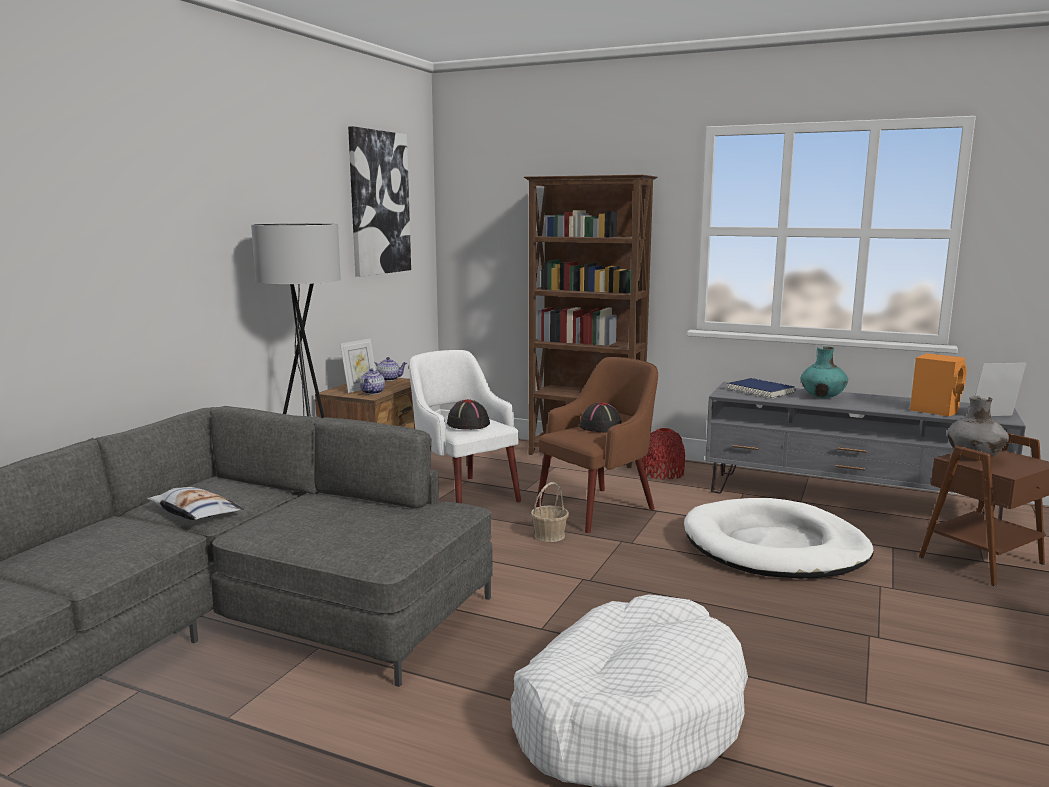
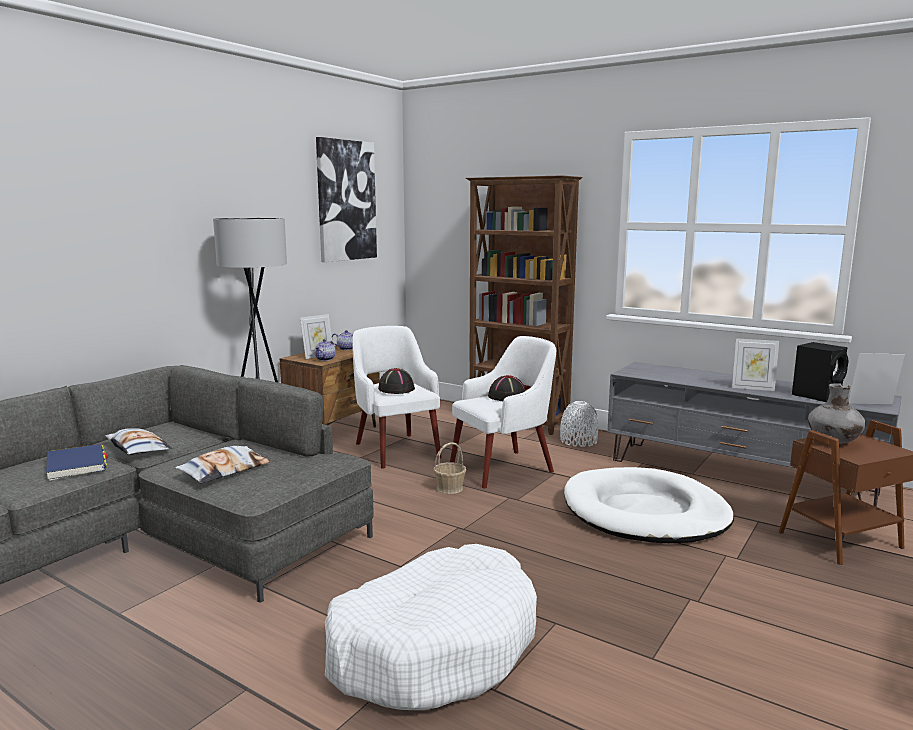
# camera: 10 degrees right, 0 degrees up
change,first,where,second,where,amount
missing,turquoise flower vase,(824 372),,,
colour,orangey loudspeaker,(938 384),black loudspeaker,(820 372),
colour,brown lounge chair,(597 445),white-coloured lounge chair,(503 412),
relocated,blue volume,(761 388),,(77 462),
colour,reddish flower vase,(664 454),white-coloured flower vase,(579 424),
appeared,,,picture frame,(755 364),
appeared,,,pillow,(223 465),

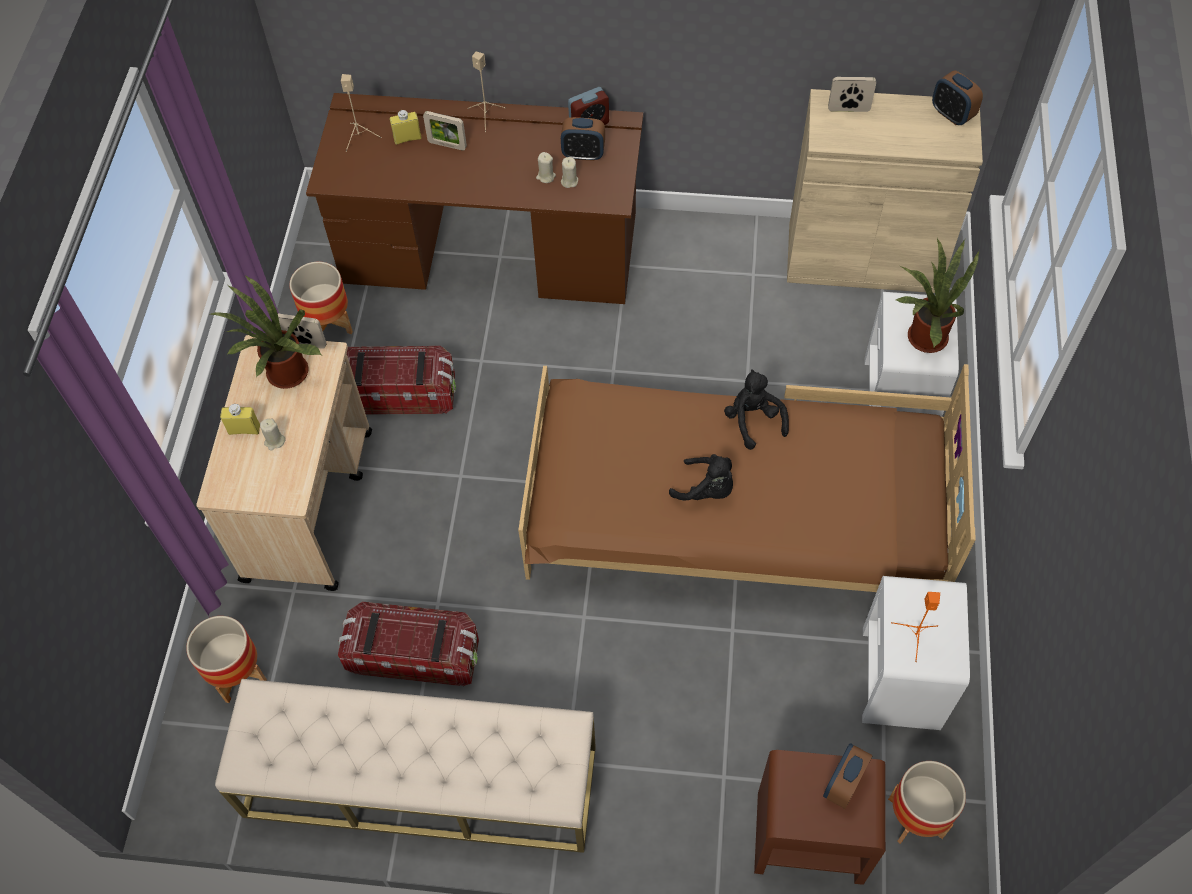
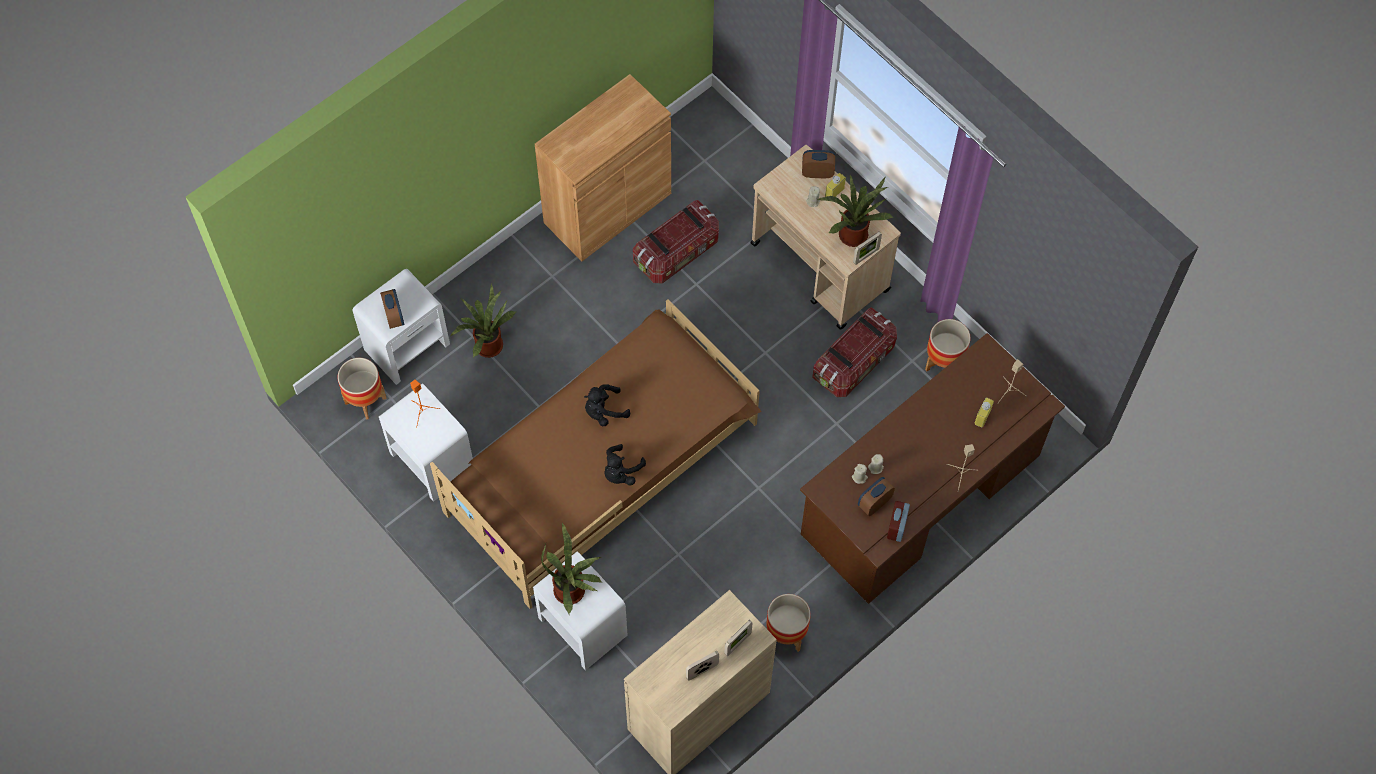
# camera: 130 degrees right, 5 degrees up
change,first,where,second,where,amount
relocated,alarm clock,(957 98),,(818 164),
relocated,picture frame,(445 130),,(702 666),
spun,black plush toy,(756 409),,(625 464),105 degrees clockwise
relocated,flower pot,(226 659),,(788 623),
exchanged,beige indoor bench,(405 766),brown cupboard,(603 167),
colour,brown bedside table,(820 817),white-coloured bedside table,(401 327),
appeared,,,plant in a pot,(483 321),

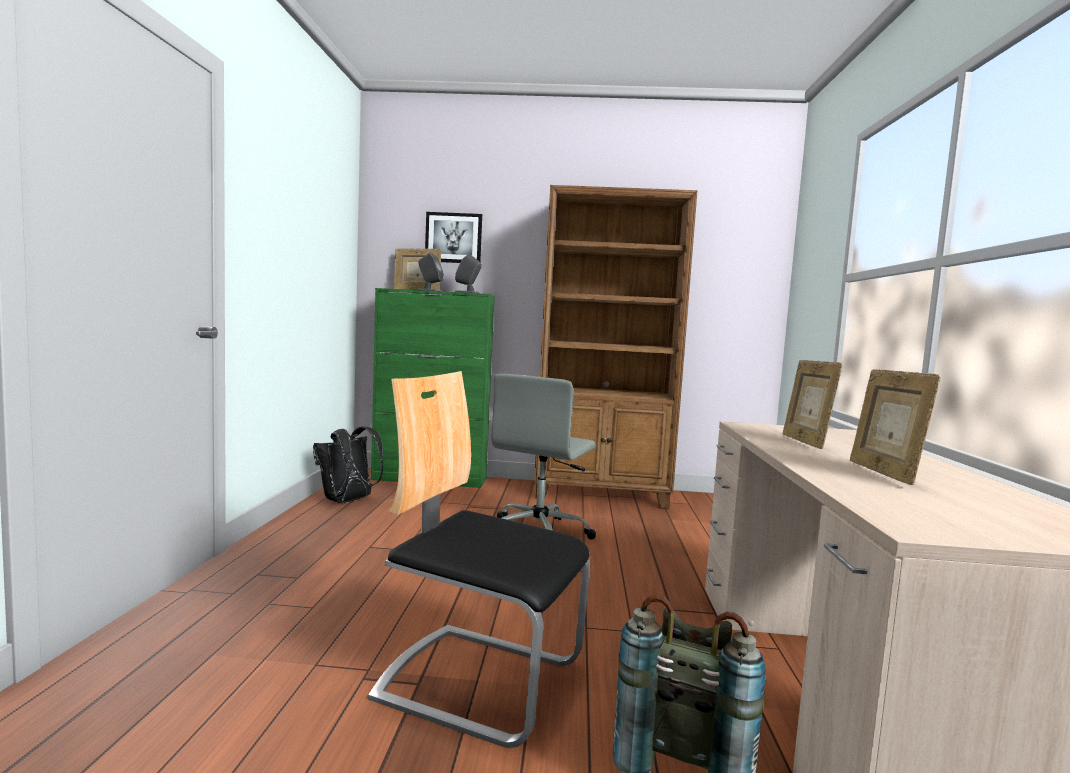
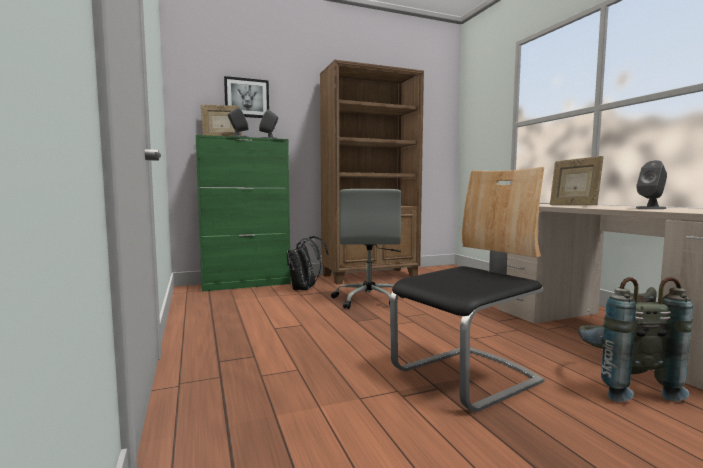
# camera: 25 degrees left, 0 degrees up
change,first,where,second,where,amount
exchanged,picture frame,(895 427),gray loudspeaker,(651 184),
spun,upright chair,(479 559),,(467 289),150 degrees clockwise
relocated,black knapsack,(348 465),,(308 263),

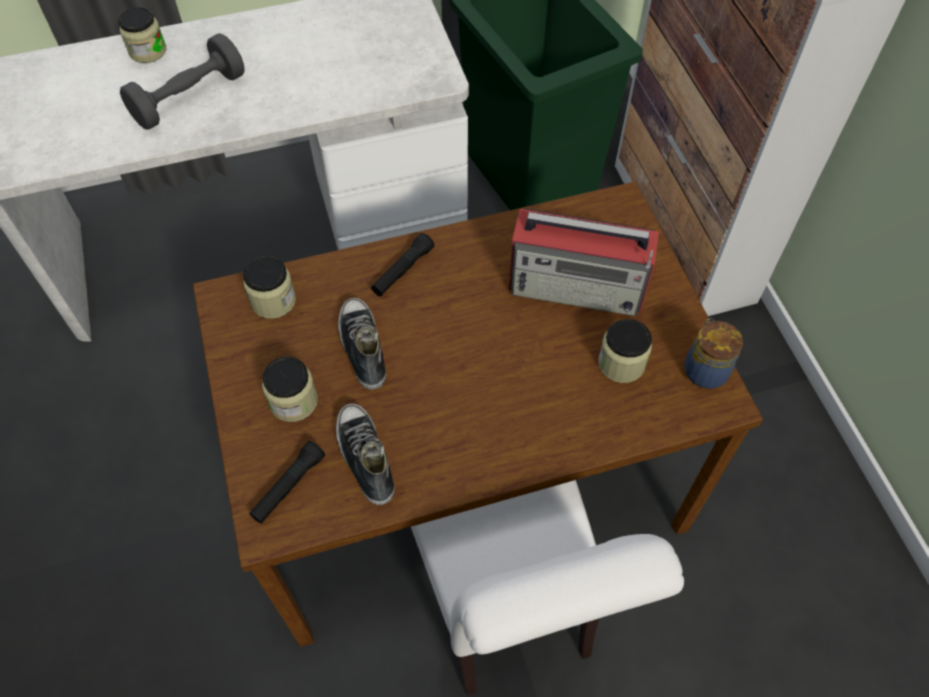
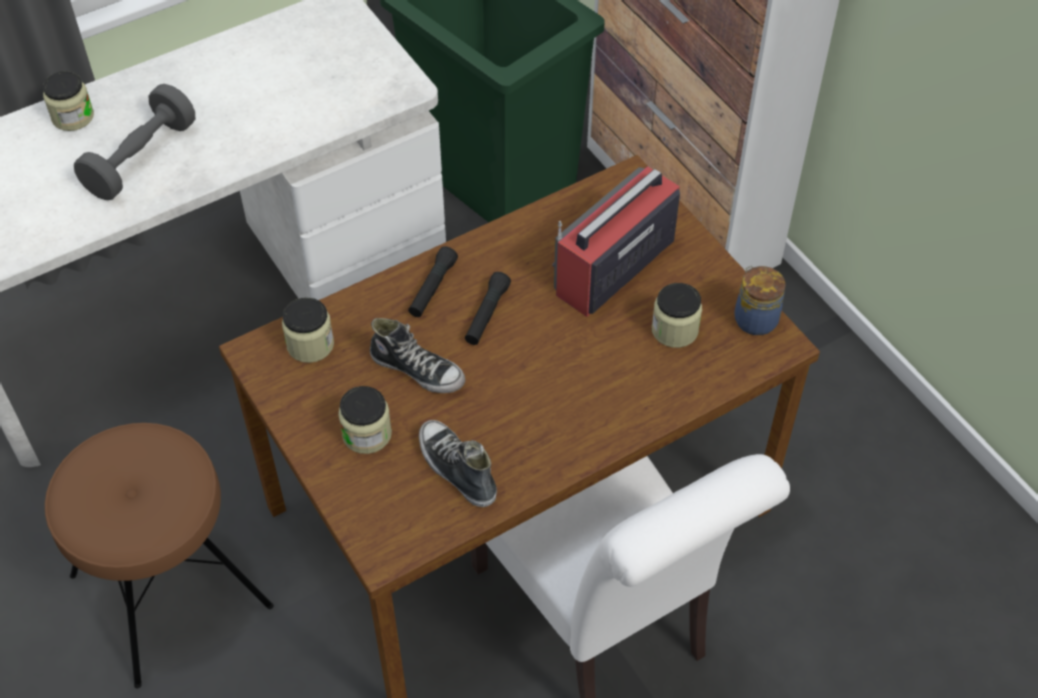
# camera: 15 degrees left, 5 degrees down
change,first,where,second,where,amount
spun,radio,(584 262),,(616 241),135 degrees clockwise
spun,low shoe,(362 344),,(417 355),150 degrees clockwise
relocated,black torch,(287 482),,(488 308),
appeared,,,brown stool seat,(159 556),

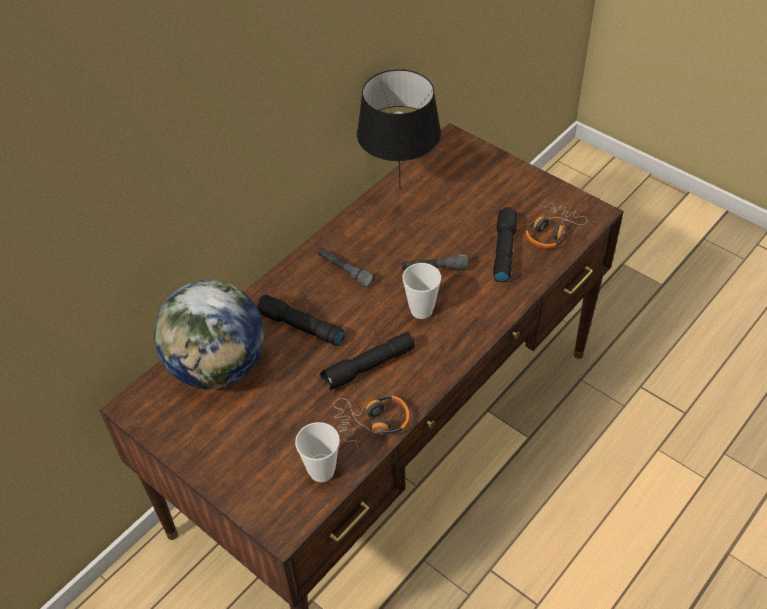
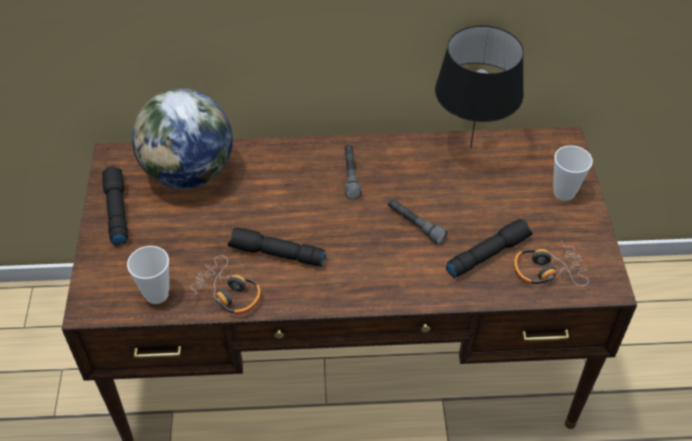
# camera: 45 degrees right, 0 degrees up
change,first,where,second,where,amount
relocated,drinking cup,(421 291),,(573 173),
relocated,black torch,(301 320),,(115 205),

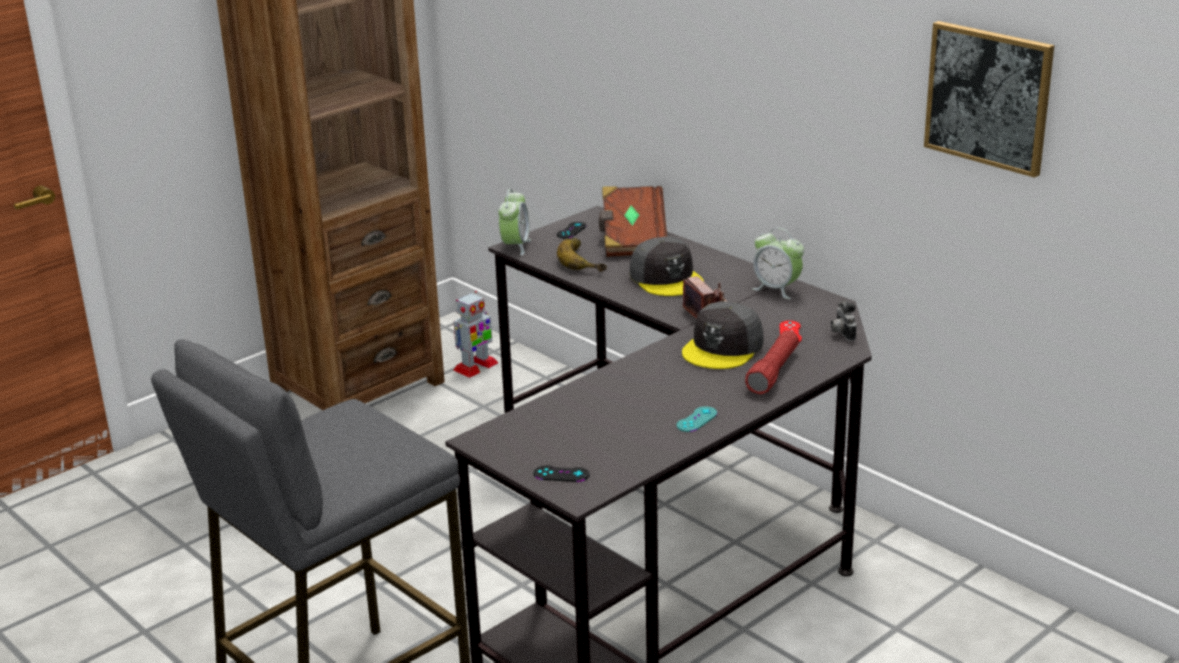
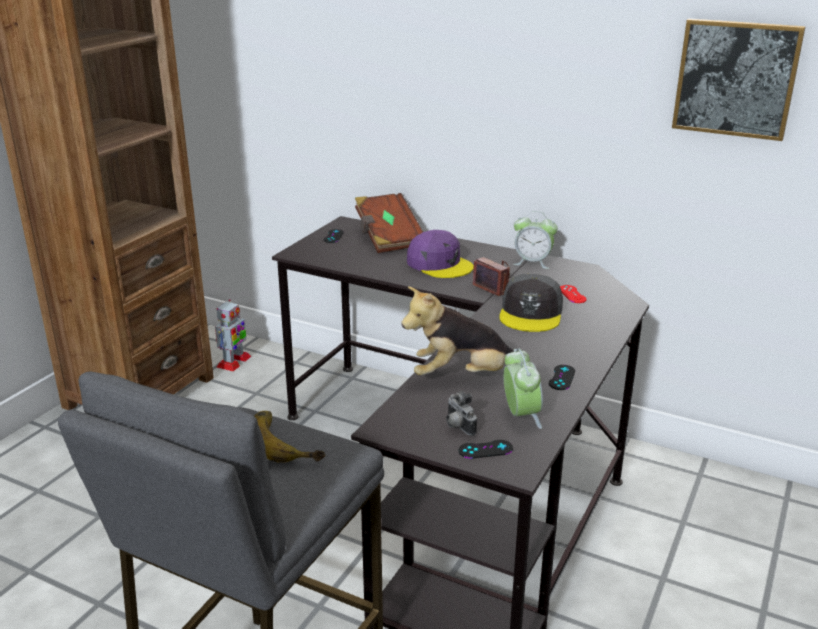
# camera: 20 degrees left, 0 degrees up
change,first,where,second,where,amount
relocated,alarm clock,(514 222),,(523 388),
colour,gray cap,(667 266),purple cap,(440 254),
relocated,banana,(582 255),,(290 437),
relocated,photo camera,(844 320),,(461 413),
missing,reddish torch,(772 362),,,
colour,turquoise joypad,(696 419),black joypad,(562 377),
appeared,,,plush toy,(457 330),

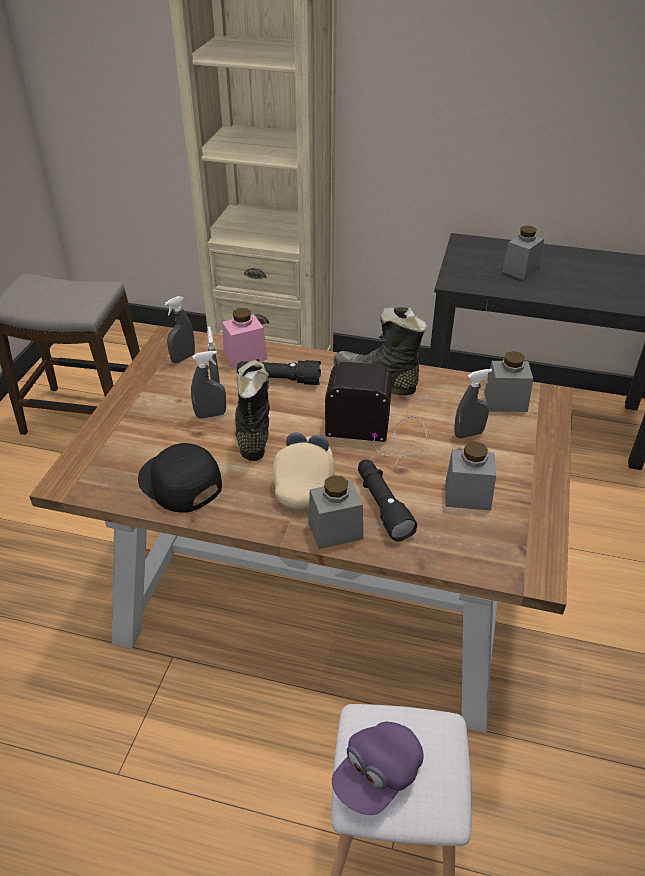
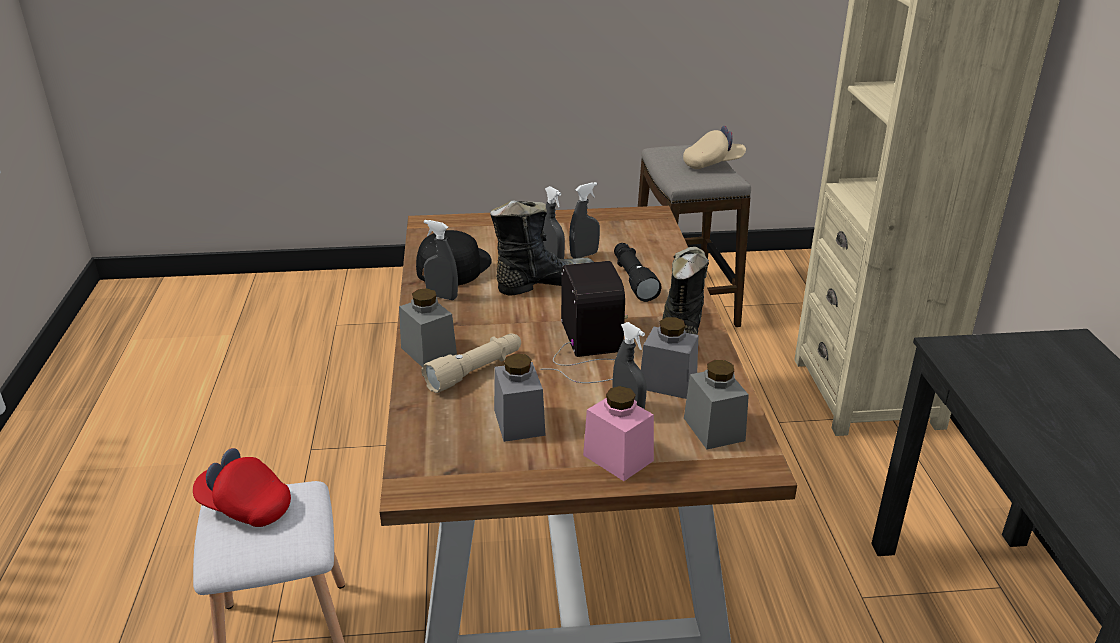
# camera: 70 degrees right, 10 degrees down
change,first,where,second,where,amount
relocated,gray preserve jar,(523 253),,(670 358),
relocated,gray spray bottle,(179 329),,(441 260),
relocated,pink preserve jar,(244 338),,(618 433),
relocated,beige cap,(304 471),,(714 147),
colour,black torch,(387 500),beige torch,(471 363),
colour,purple cap,(378 768),reddish cap,(242 487),

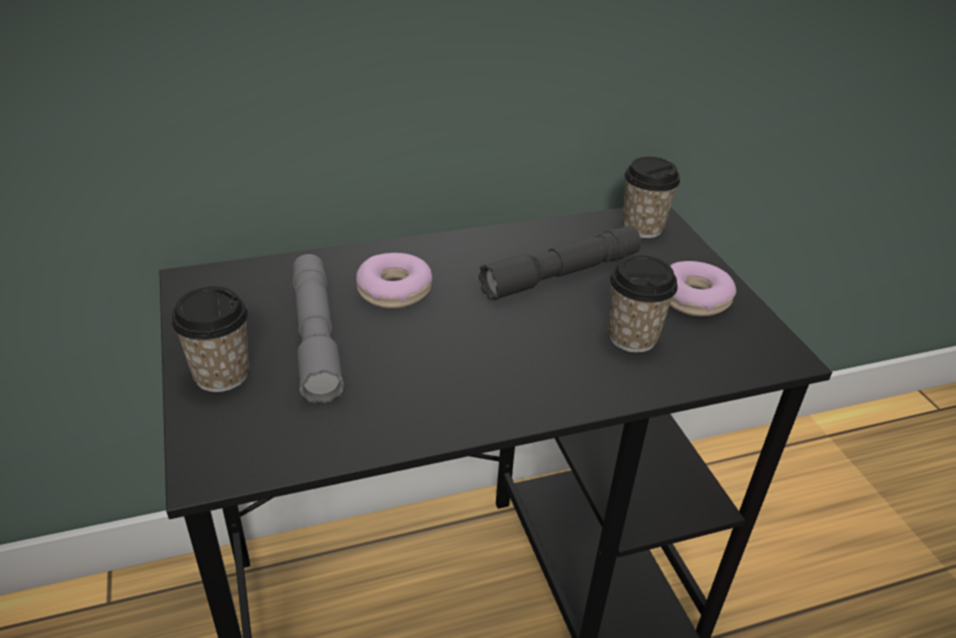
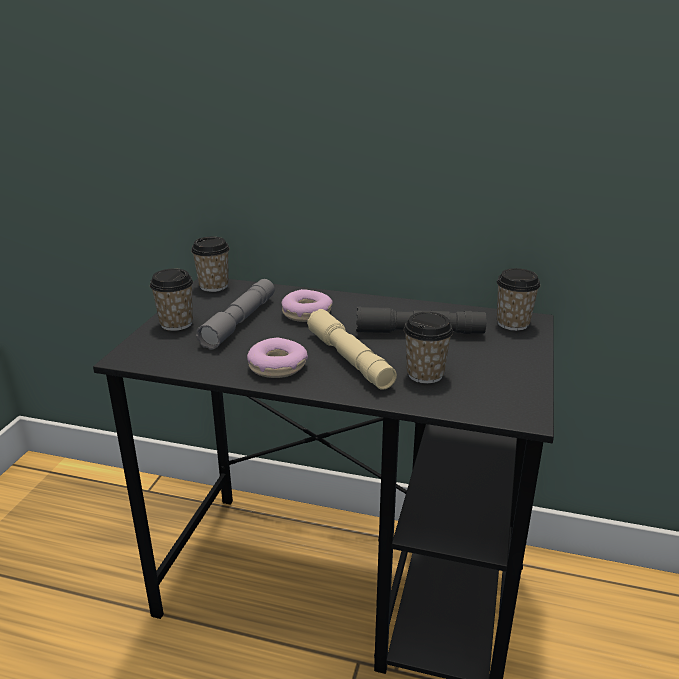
# camera: 35 degrees right, 10 degrees down
change,first,where,second,where,amount
relocated,ring doughnut,(703 289),,(277 358),
appeared,,,drinking cup,(210 264),
appeared,,,beige torch,(352 349),

